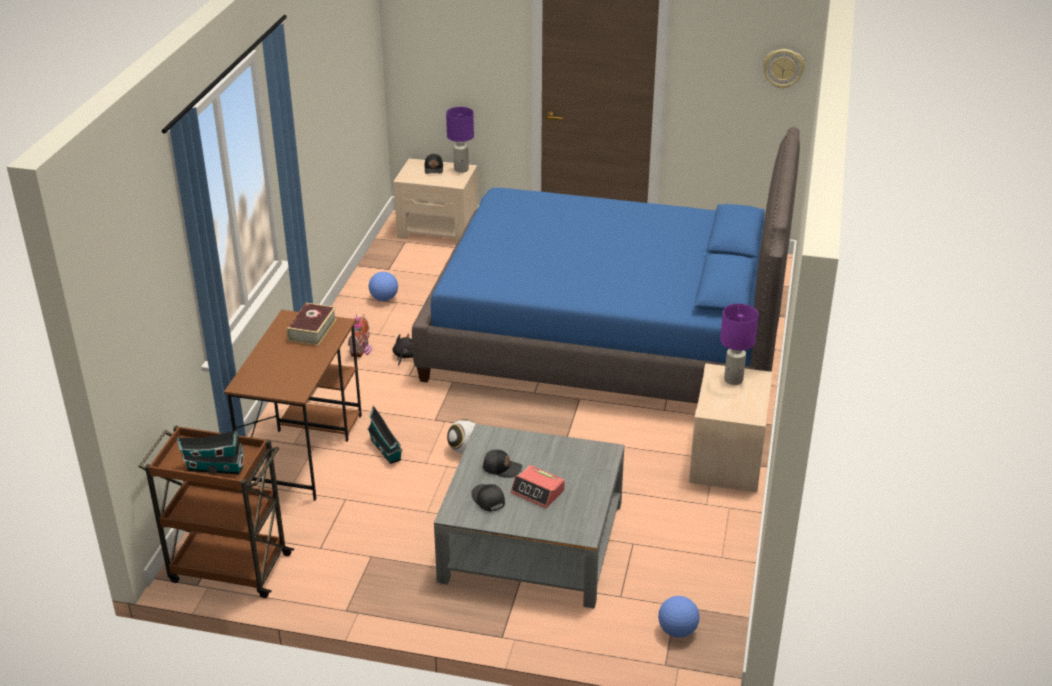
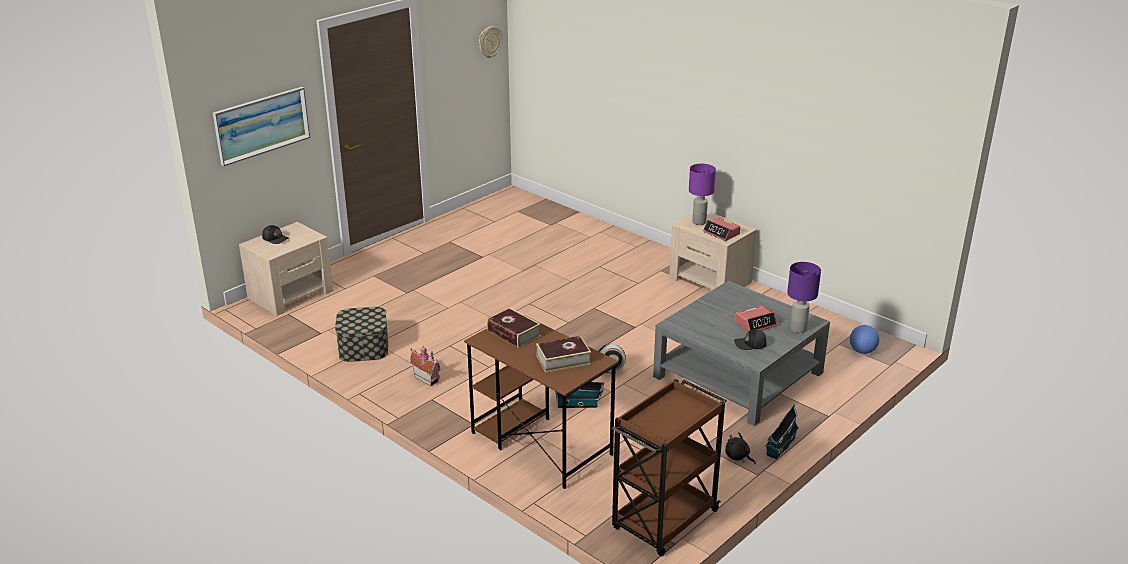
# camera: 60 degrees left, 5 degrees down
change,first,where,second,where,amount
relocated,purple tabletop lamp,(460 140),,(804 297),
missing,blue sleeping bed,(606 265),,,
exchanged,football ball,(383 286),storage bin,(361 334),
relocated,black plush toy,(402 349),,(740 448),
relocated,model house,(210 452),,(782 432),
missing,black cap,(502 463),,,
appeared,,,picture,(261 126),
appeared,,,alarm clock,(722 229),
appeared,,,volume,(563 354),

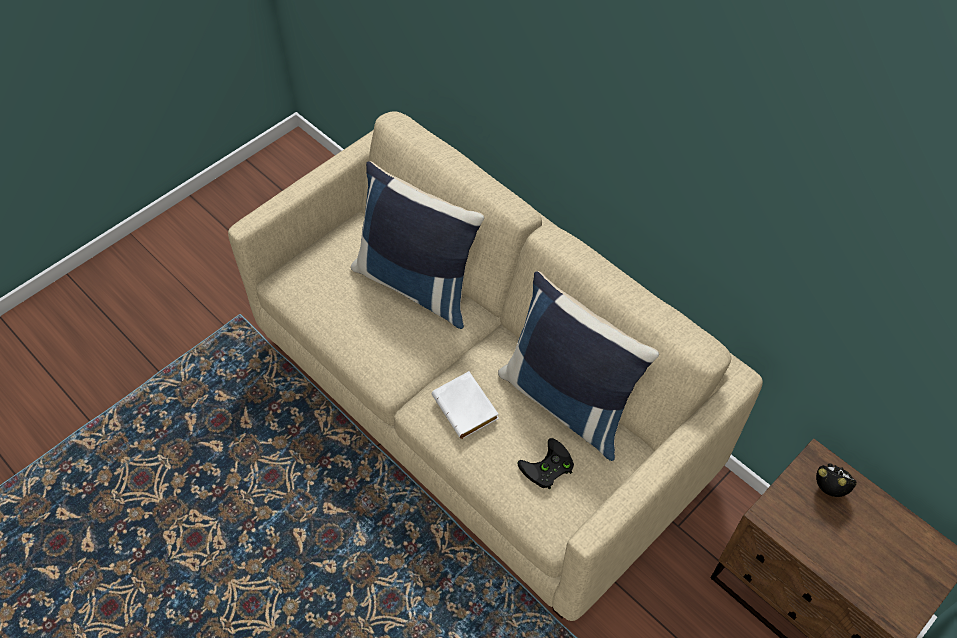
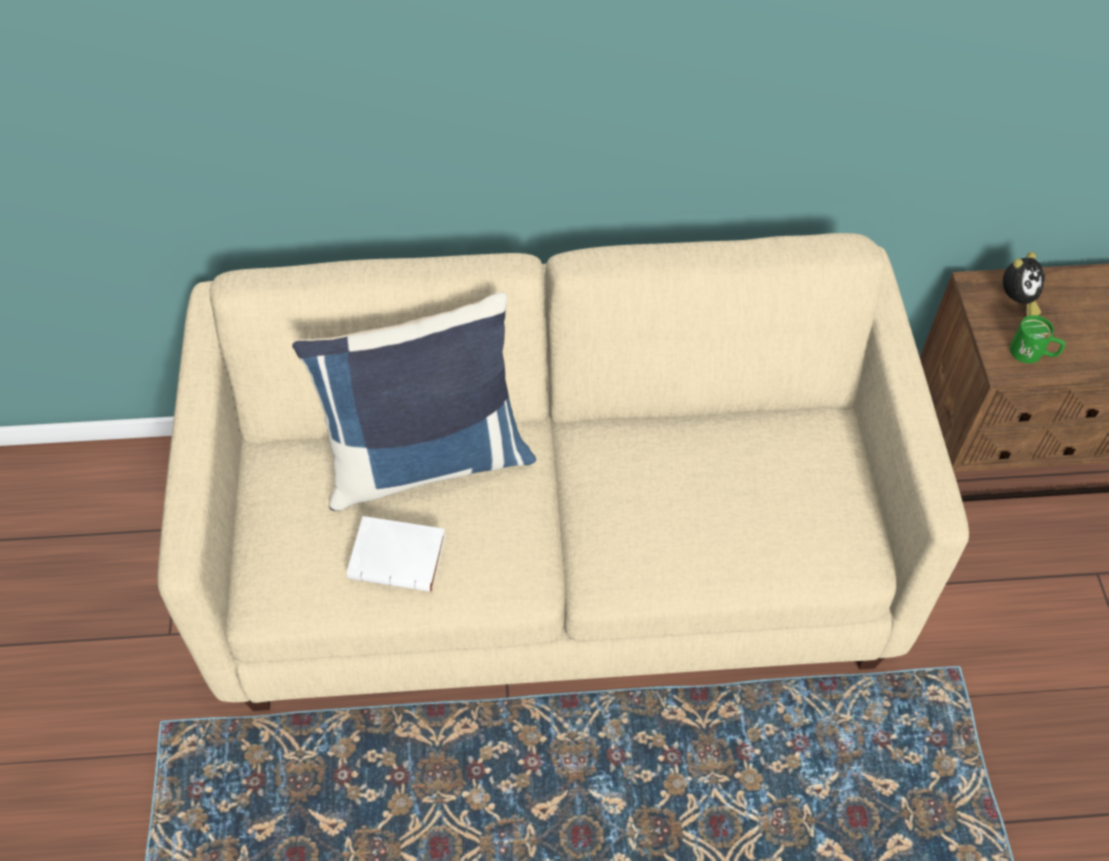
# camera: 50 degrees left, 0 degrees up
change,first,where,second,where,amount
missing,blue pillow,(579 366),,,
relocated,white-coloured volume,(465 405),,(396 554),
missing,black joypad,(545 463),,,
spun,alarm clock,(836 480),,(1024 284),150 degrees clockwise
appeared,,,greenish coffee mug,(1037 339),

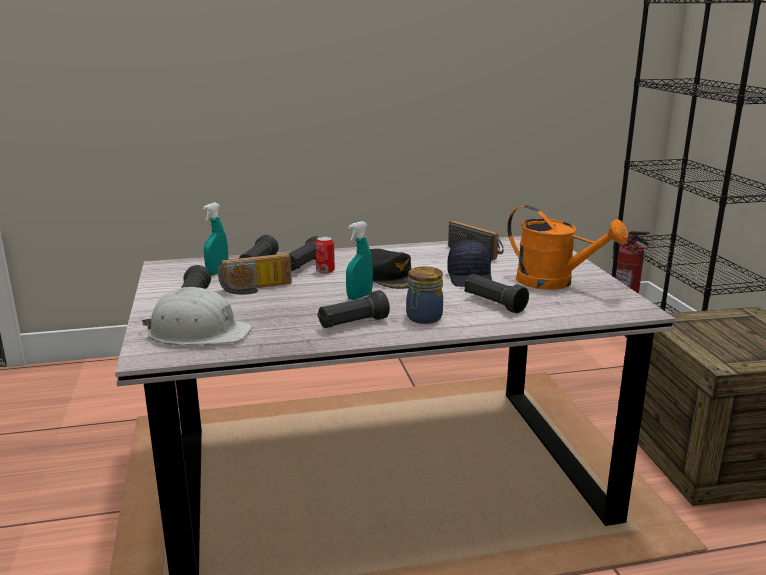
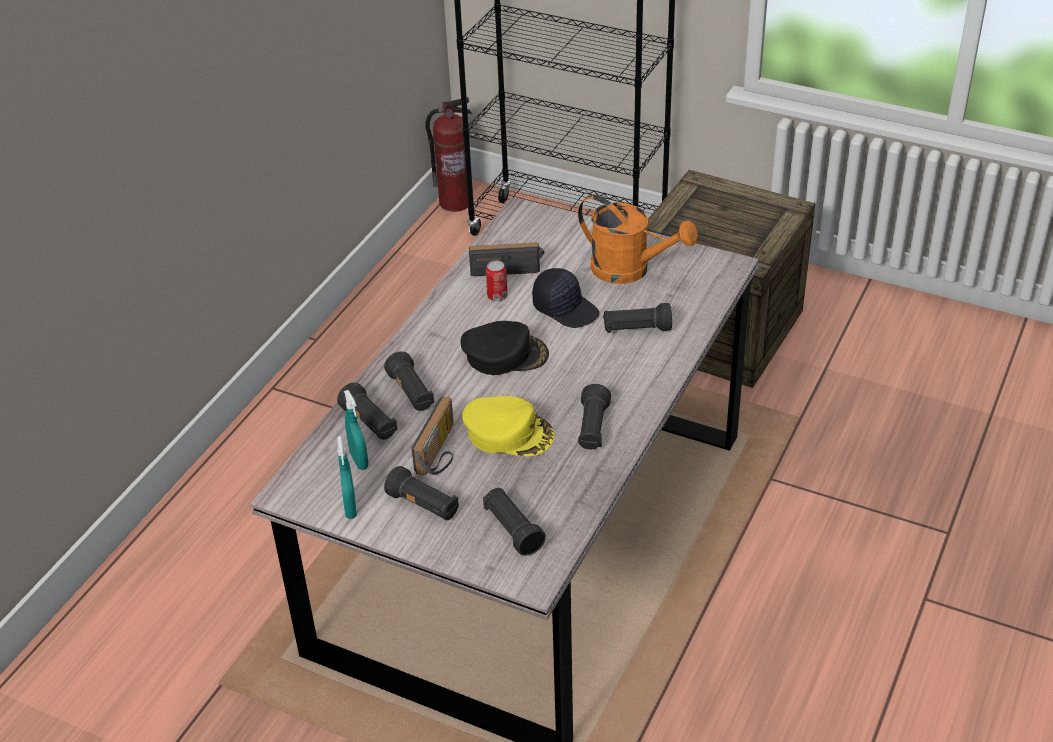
# camera: 50 degrees left, 20 degrees up
change,first,where,second,where,amount
spun,orangey watering can,(567 247),,(638 239),45 degrees clockwise
relocated,turquoise spray bottle,(359 260),,(347 477),
relocated,metal can,(325 255),,(497 281),
missing,preserve jar,(424 295),,,
exchanged,white-coloured hard hat,(197 316),black torch,(514 522),
appeared,,,yellowish cap,(508 426),

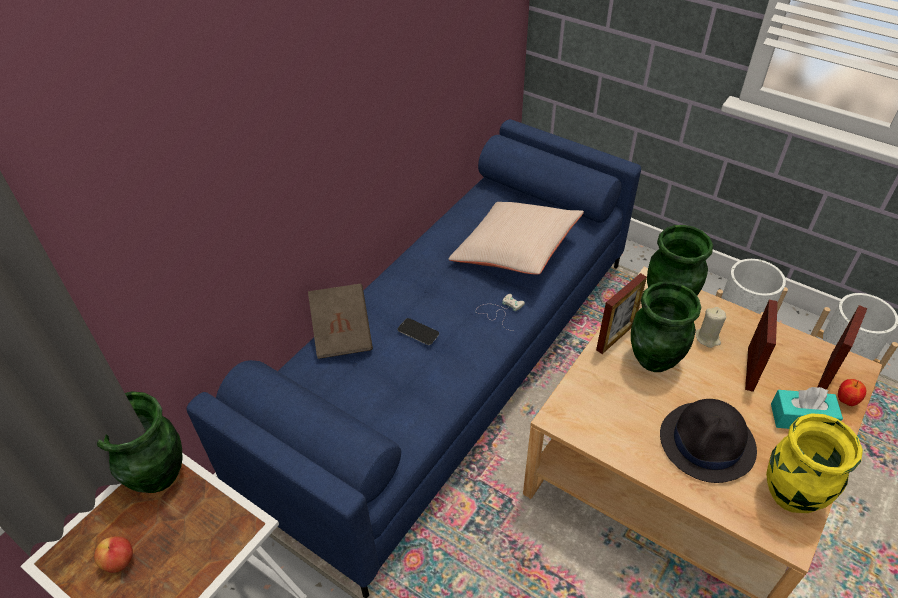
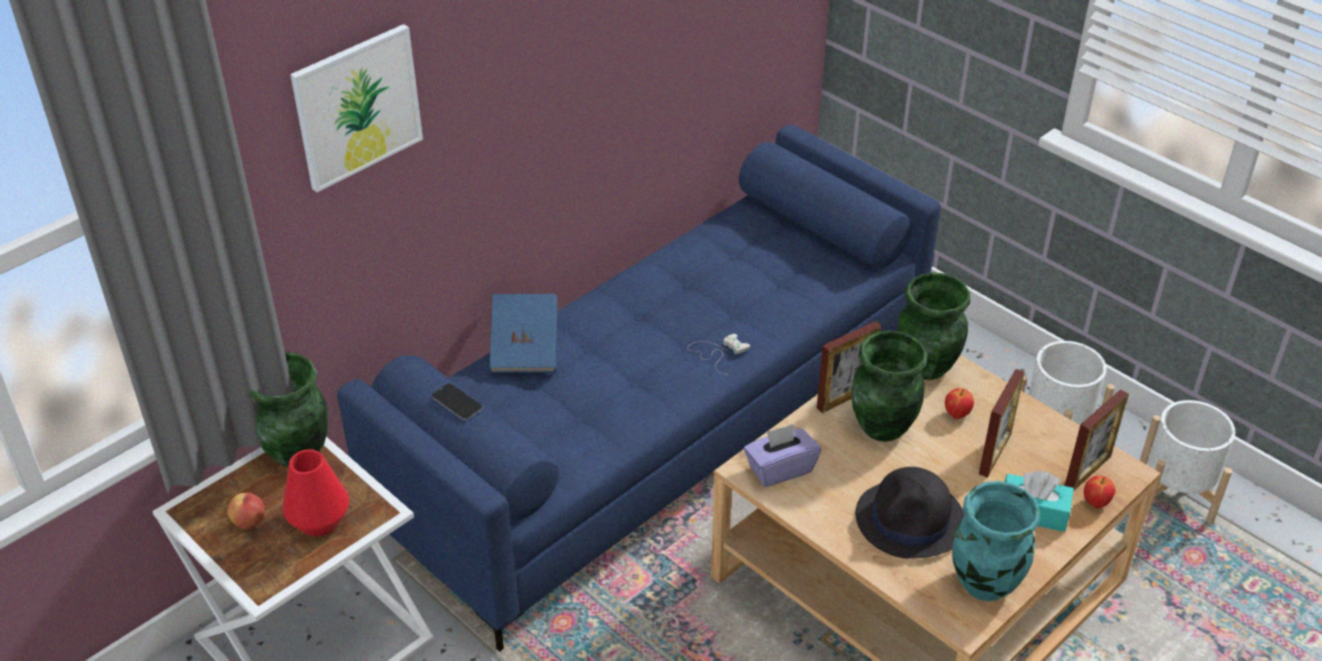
# camera: 10 degrees right, 5 degrees down
change,first,where,second,where,amount
missing,beige pillow,(516 238),,,
colour,brown volume,(340 321),blue volume,(523 333),
exchanged,beige wax light,(711 327),apple fruit,(959 403),
relocated,telephone,(418 331),,(457 401),
colour,yellowish flower vase,(814 463),turquoise flower vase,(996 541),
appeared,,,picture,(356 108),
appeared,,,purple tissue box,(782 455),
appeared,,,reddish flower vase,(315 492),

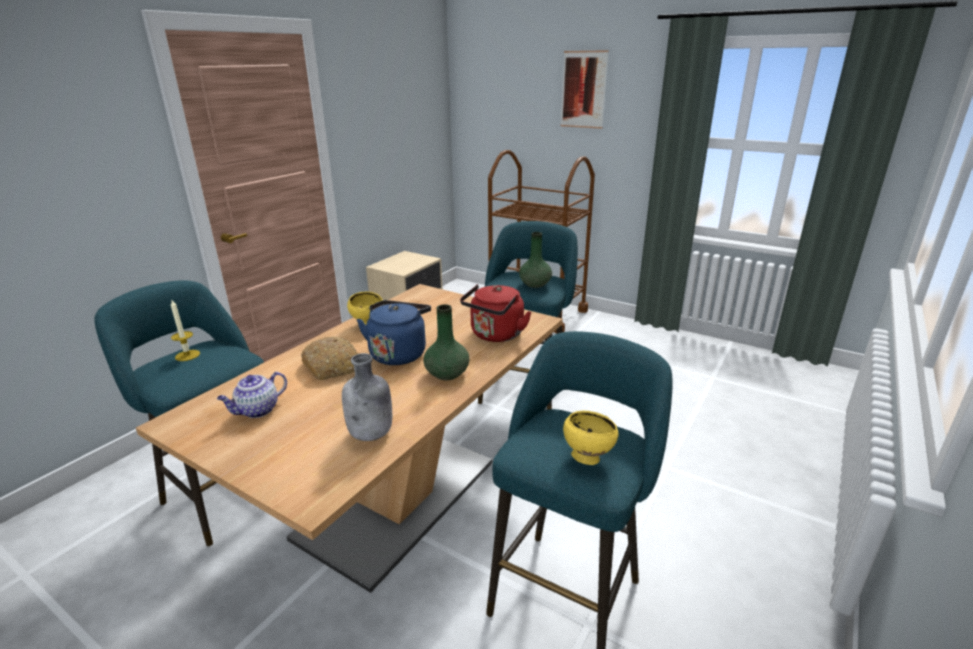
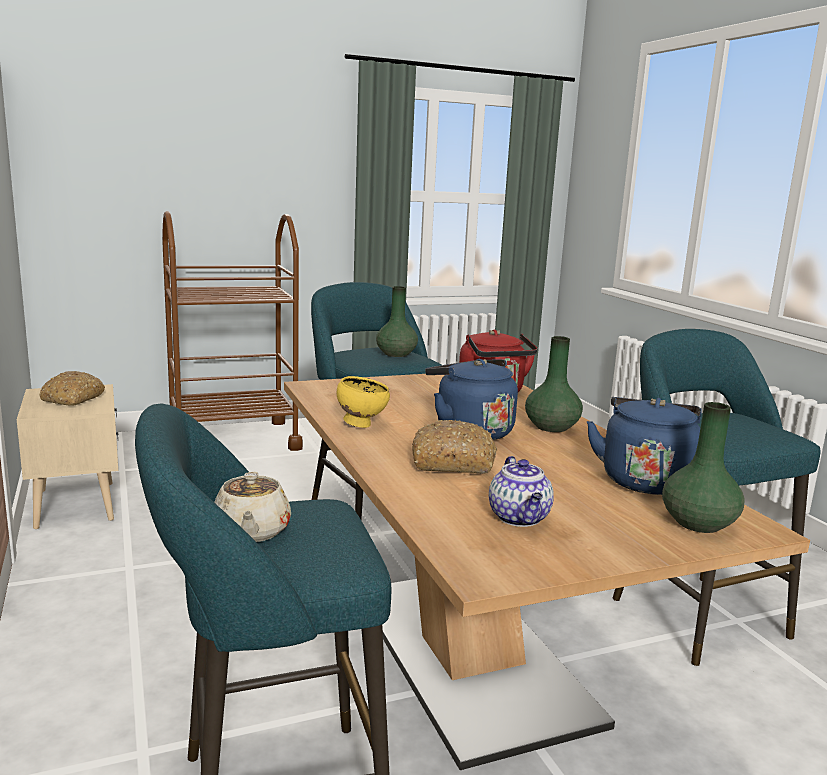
# camera: 55 degrees left, 10 degrees down
change,first,where,second,where,amount
missing,picture,(585 89),,,
exchanged,wax light,(185 330),beige teapot,(252 507),
exchanged,gray drink bottle,(367 397),blue water kettle,(644 446),
missing,yellowish serving bowl,(591 437),,,
appeared,,,bakery bread,(72 388),
appeared,,,greenish flower vase,(703 467),

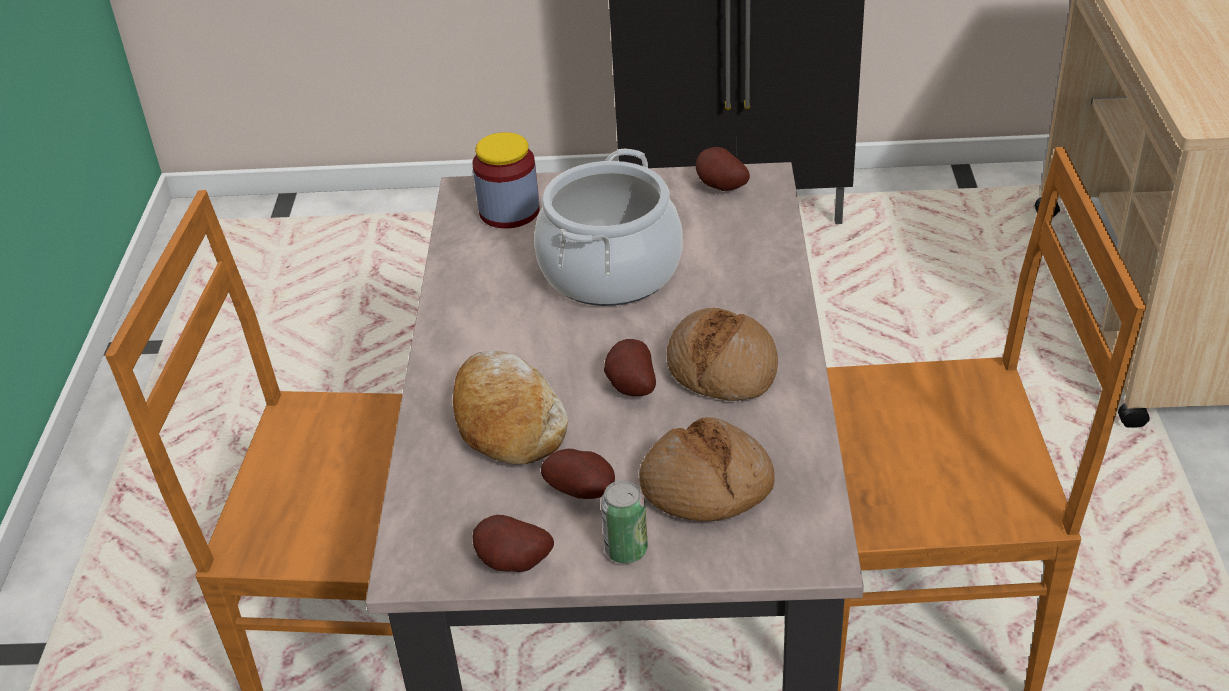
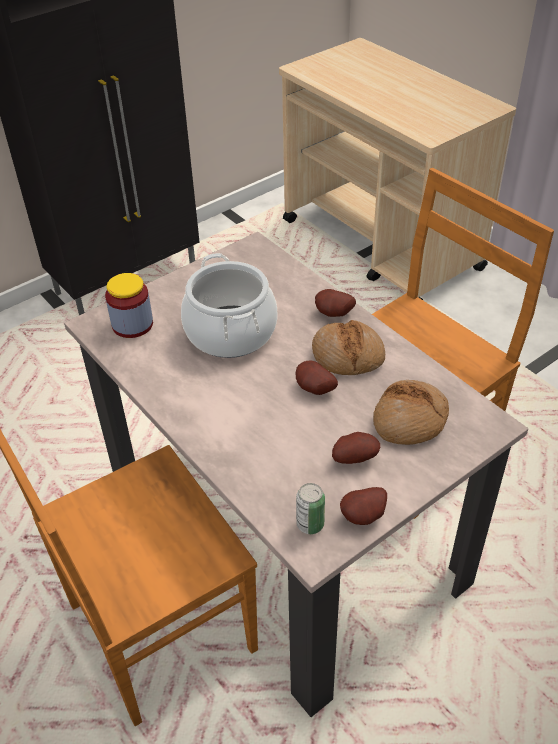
# camera: 40 degrees left, 5 degrees up
change,first,where,second,where,amount
relocated,potato,(723 169),,(335 303),
missing,bakery bread,(510 407),,,
relocated,metal can,(624 522),,(310 508),

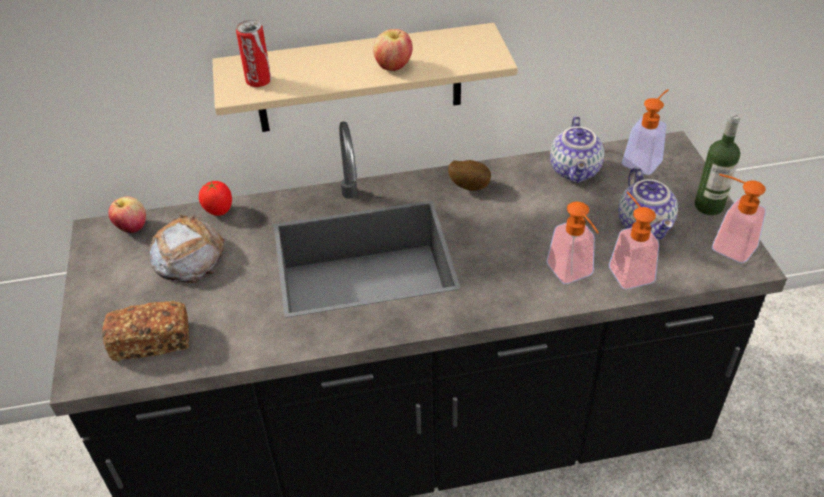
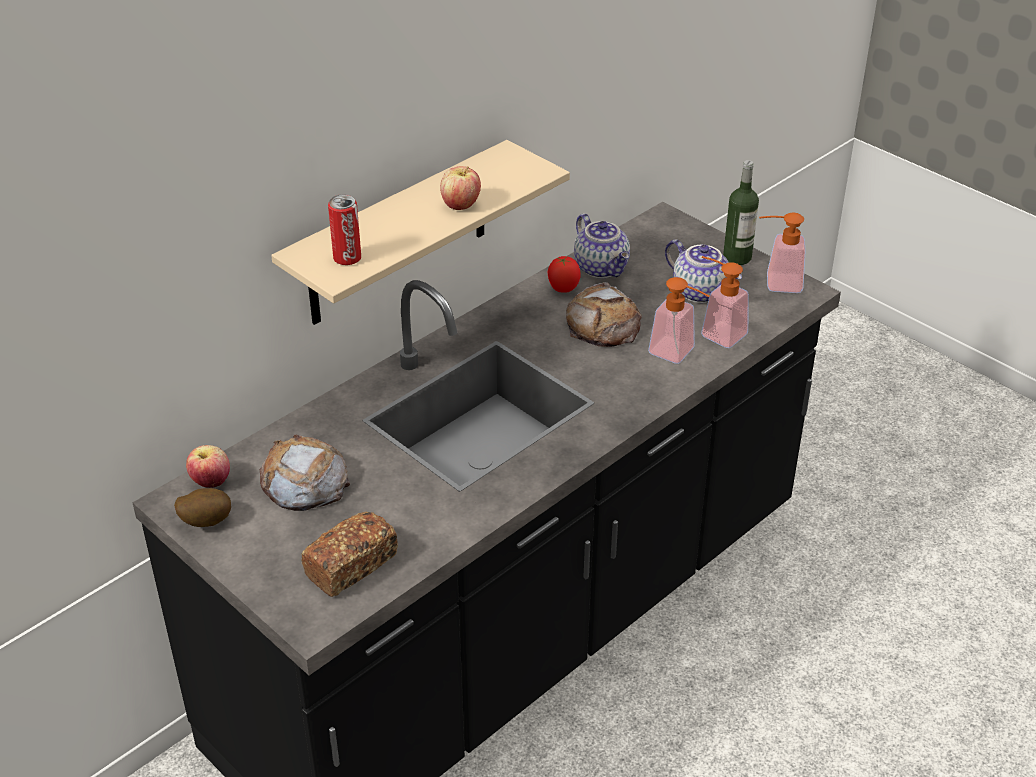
# camera: 35 degrees left, 5 degrees down
change,first,where,second,where,amount
missing,soap dispenser,(645 132),,,
relocated,potato,(469 175),,(202 507),
relocated,whole tomato,(215 198),,(564 274),
appeared,,,bakery bread,(604 314),

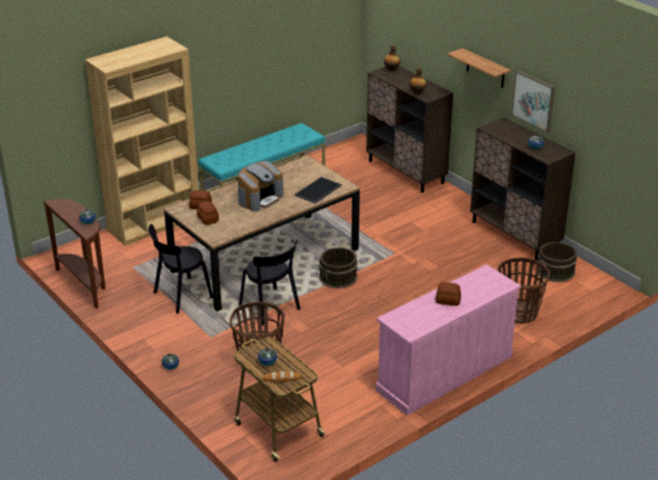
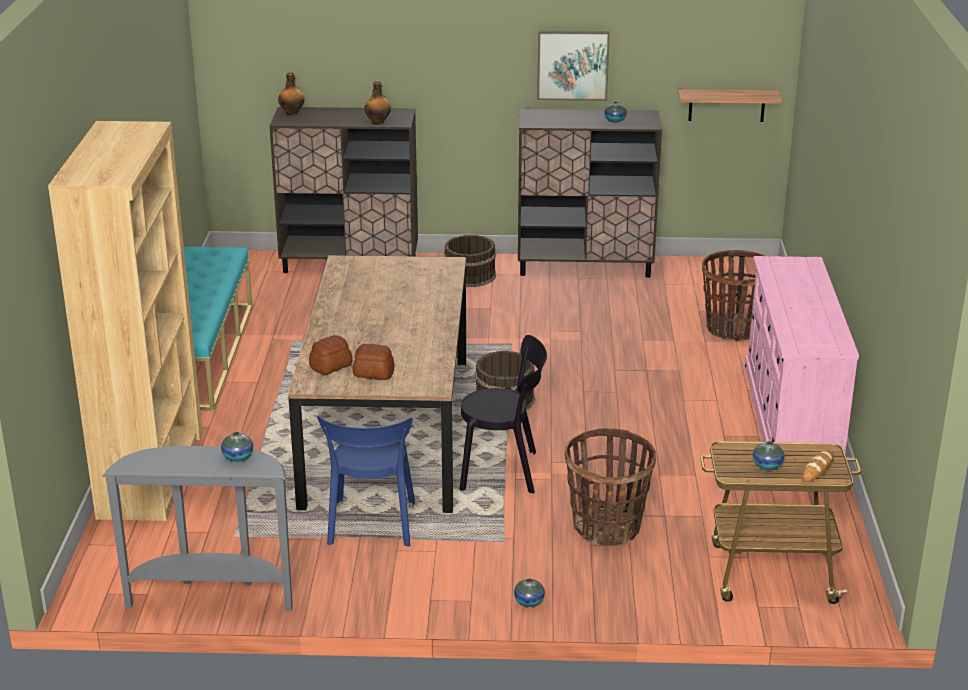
# camera: 50 degrees left, 5 degrees down
change,first,where,second,where,amount
relocated,shelf,(479 68),,(730 105),
missing,coffee machine,(261 186),,,
missing,carrying tray,(318 190),,,
colour,brown narrow table,(75 254),gray narrow table,(198 528),
colour,black upright chair,(180 269),blue upright chair,(366 481),
relocated,brown pail,(556 262),,(470 261),
missing,bakery bread,(448 294),,,

